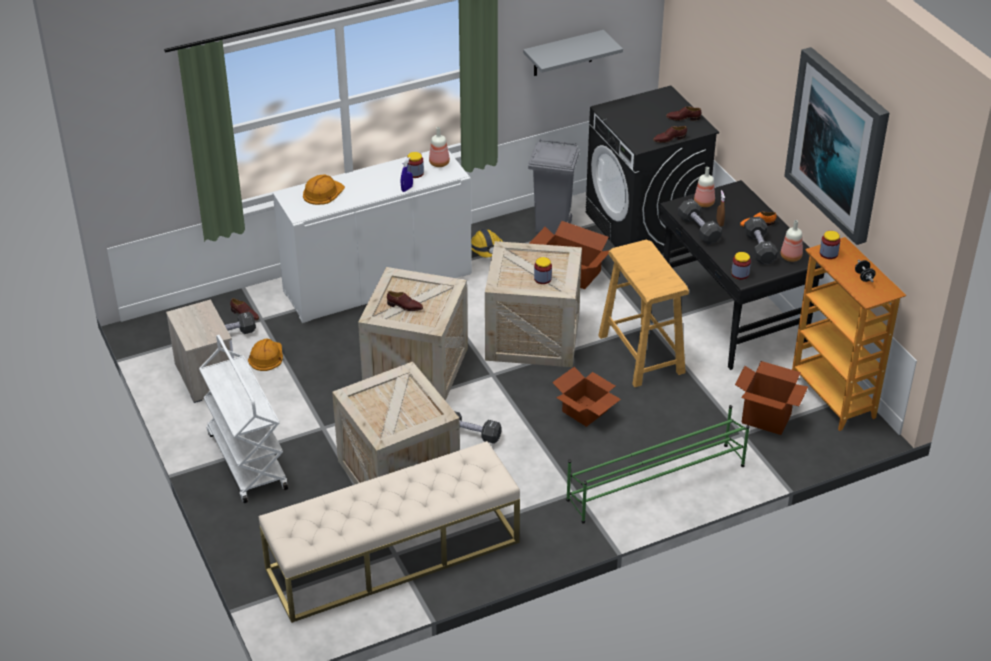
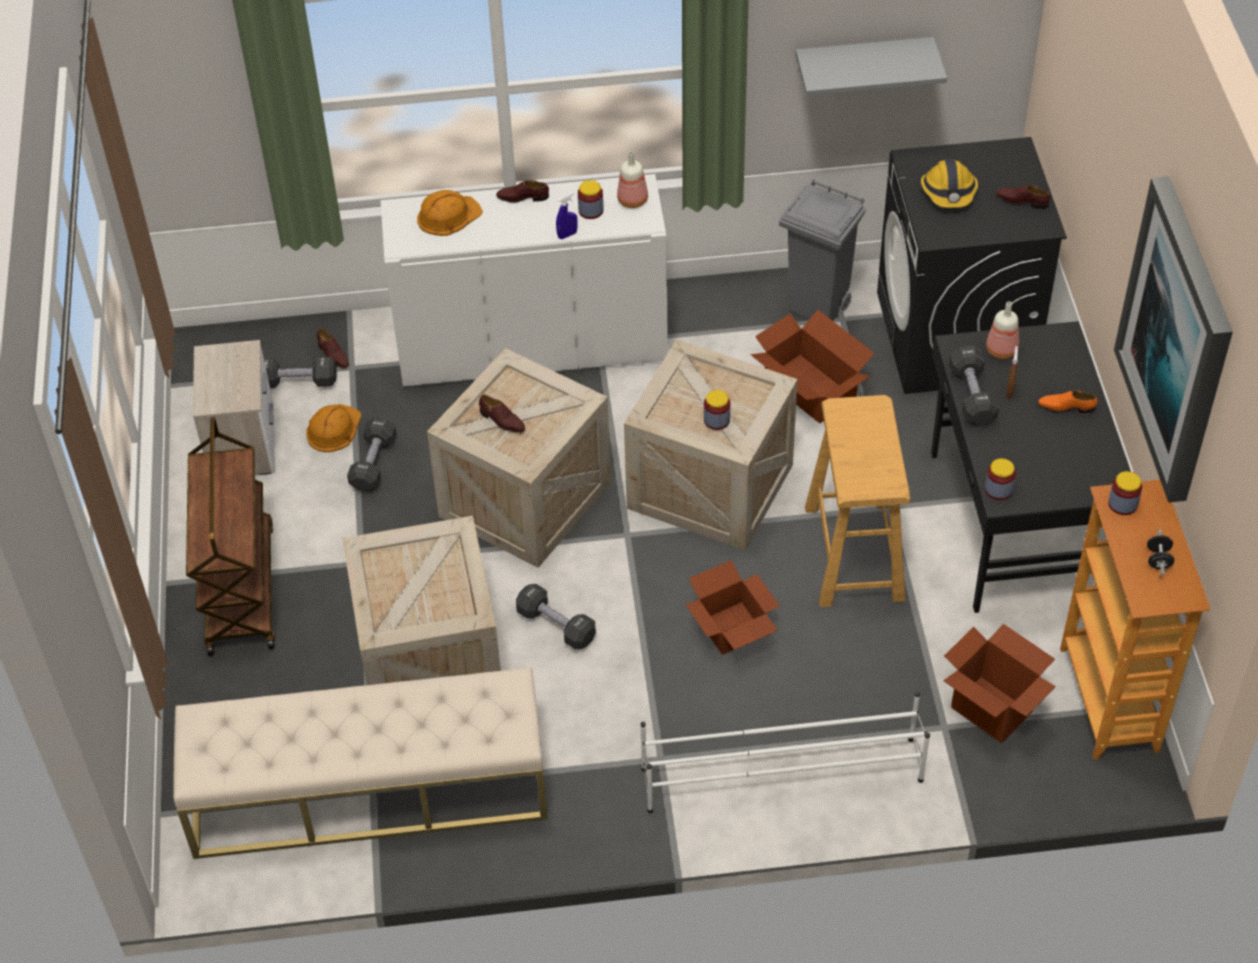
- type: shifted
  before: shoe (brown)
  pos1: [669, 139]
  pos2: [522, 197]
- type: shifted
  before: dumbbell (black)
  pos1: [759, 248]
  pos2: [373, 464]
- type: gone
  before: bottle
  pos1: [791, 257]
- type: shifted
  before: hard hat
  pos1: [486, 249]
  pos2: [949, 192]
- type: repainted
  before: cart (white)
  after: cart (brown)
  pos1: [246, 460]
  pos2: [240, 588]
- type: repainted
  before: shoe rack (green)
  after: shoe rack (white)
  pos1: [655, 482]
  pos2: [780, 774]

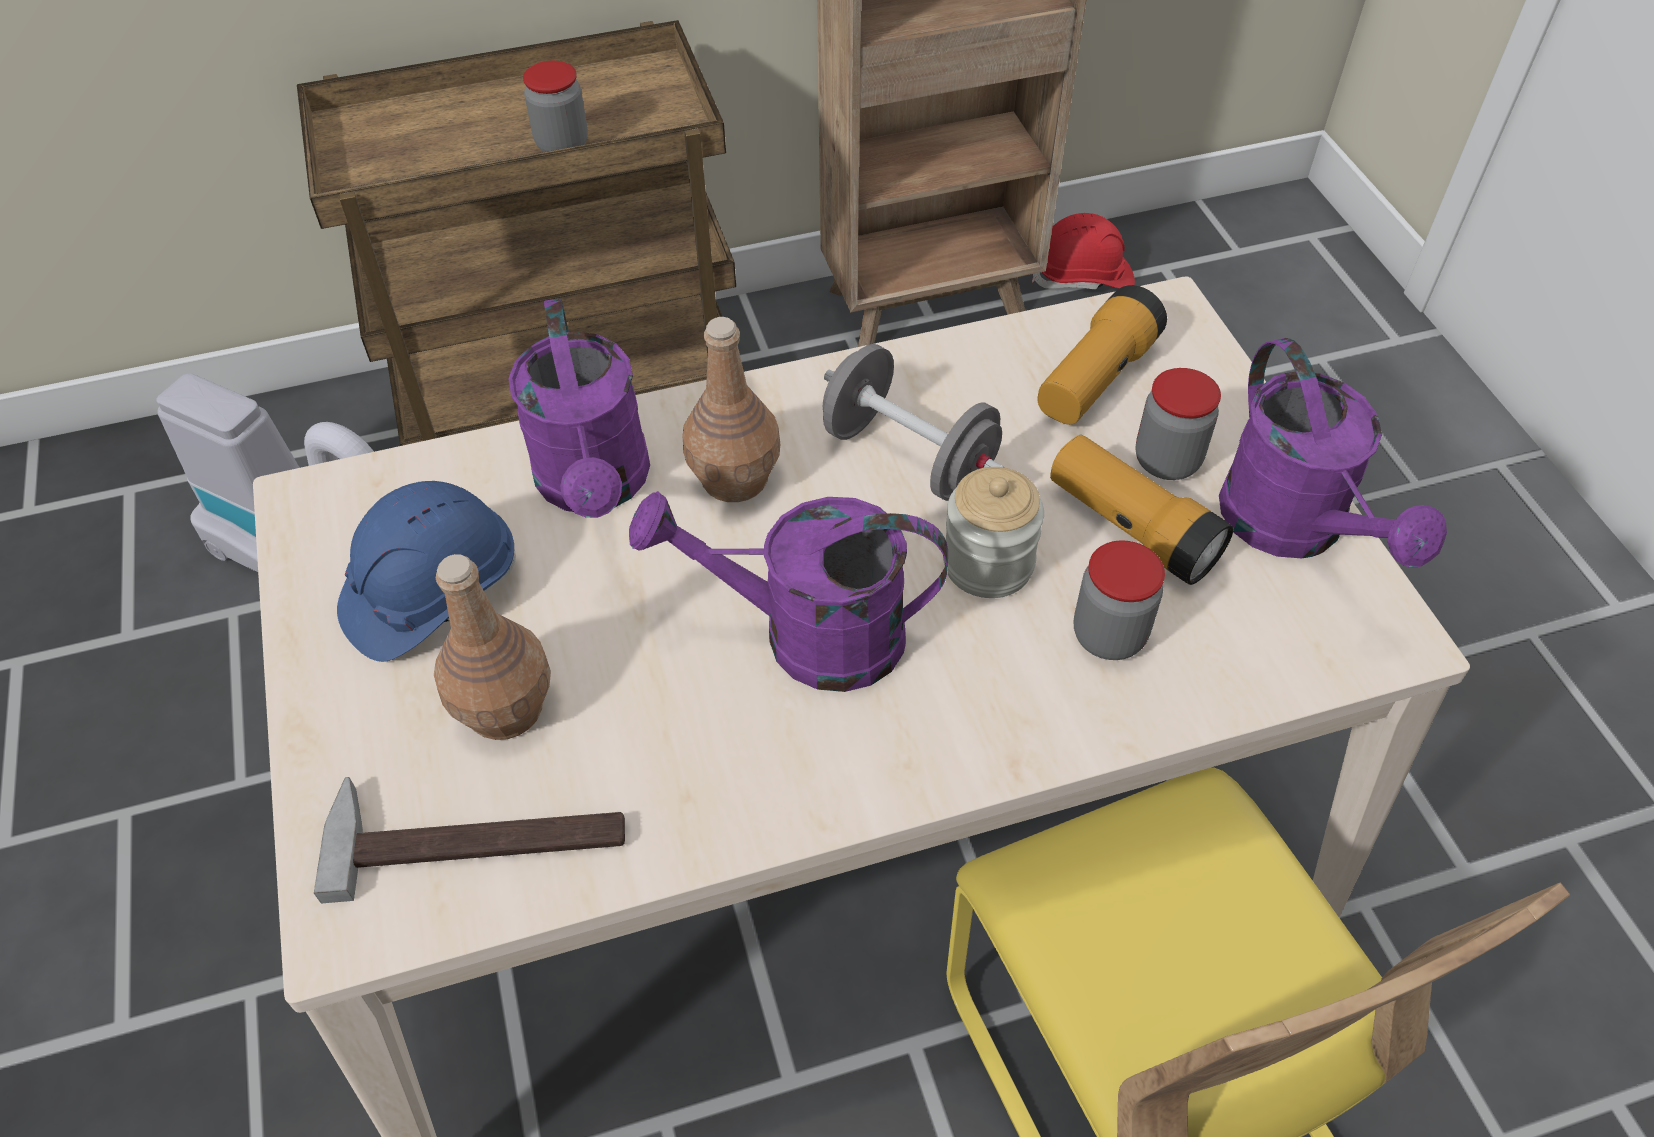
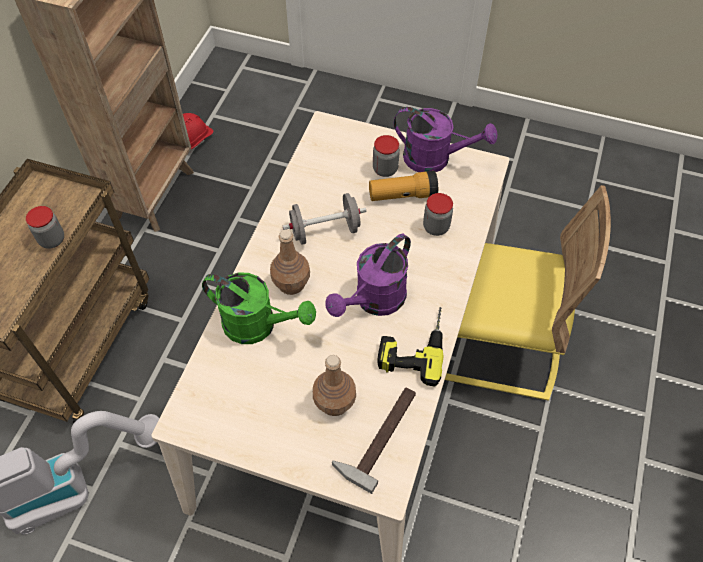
- type: gone
  before: flashlight
  pos1: [1095, 379]
- type: repainted
  before: watering can (purple)
  after: watering can (green)
  pos1: [596, 486]
  pos2: [258, 325]
- type: gone
  before: jar
  pos1: [988, 564]
- type: gone
  before: hard hat (blue)
  pos1: [431, 592]
- type: new
  after: power drill
  pos2: [412, 345]

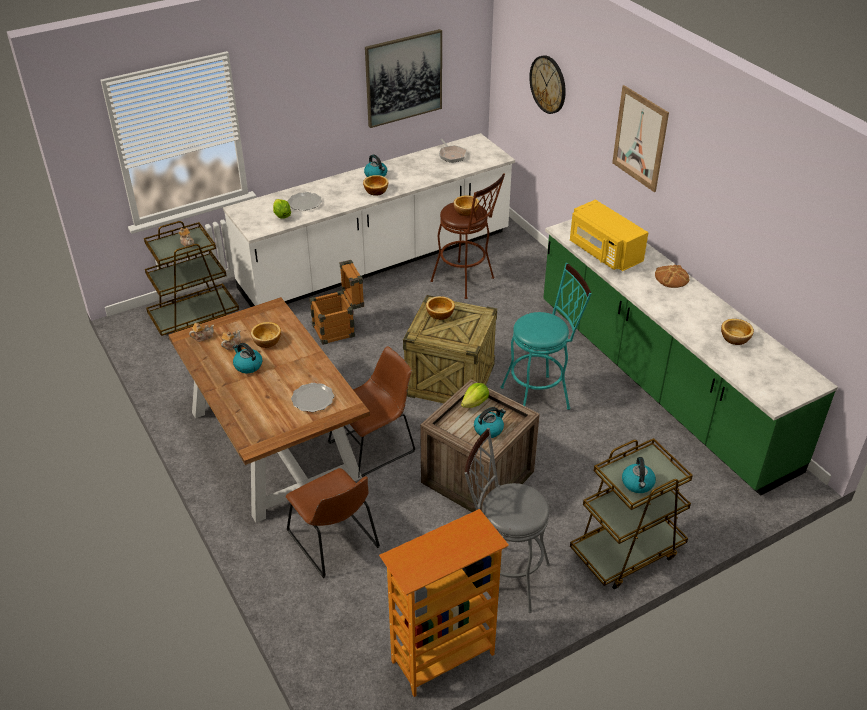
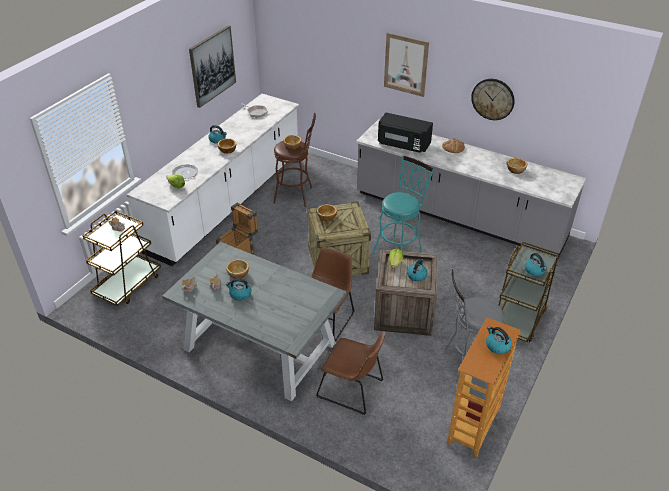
- type: shifted
  before: wall clock
  pos1: [548, 84]
  pos2: [493, 99]
- type: repainted
  before: microwave (yellow)
  after: microwave (black)
  pos1: [604, 252]
  pos2: [403, 144]
- type: repainted
  before: counter (green)
  after: counter (grey)
  pos1: [660, 383]
  pos2: [458, 216]
- type: repainted
  before: dining table (brown)
  after: dining table (grey)
  pos1: [273, 443]
  pos2: [259, 346]
- type: gone
  before: plate
  pos1: [313, 399]
- type: new
  after: kettle
  pos2: [497, 346]

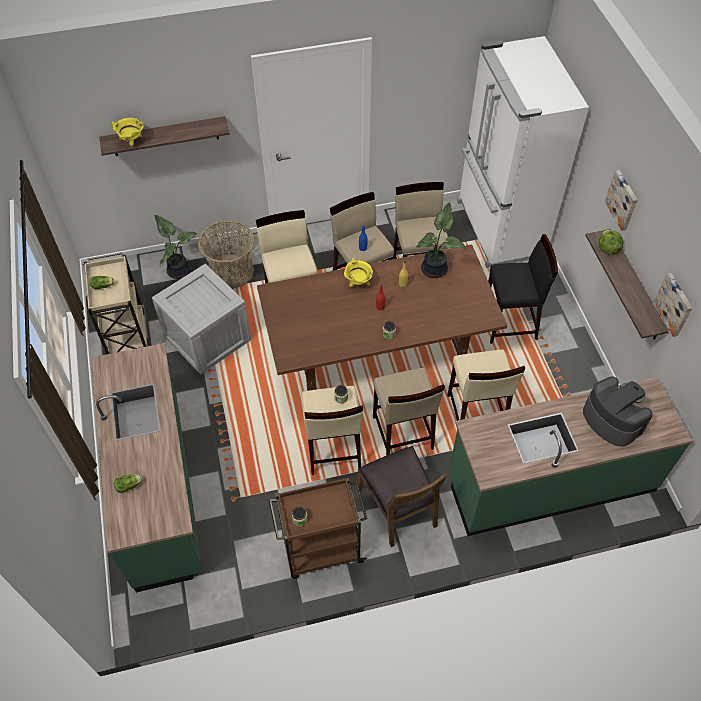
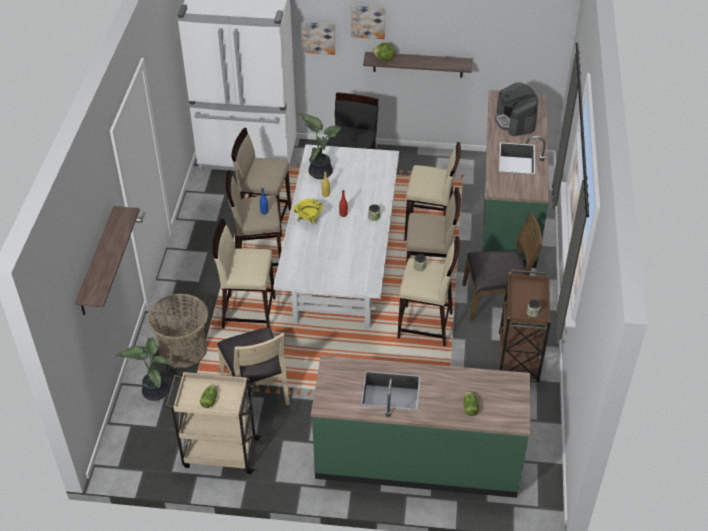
- type: gone
  before: cooking pot (yellow)
  pos1: [132, 142]
- type: repainted
  before: dining table (brown)
  after: dining table (white)
  pos1: [378, 353]
  pos2: [340, 270]
- type: swapped
  before: crate
  after: chair (beige)
  pos1: [206, 337]
  pos2: [256, 387]
- type: shifted
  before: picture
  pos1: [674, 304]
  pos2: [318, 37]
- type: rotated
  before: coffee machine
  pos1: [612, 419]
  pos2: [515, 121]
  turn: -90

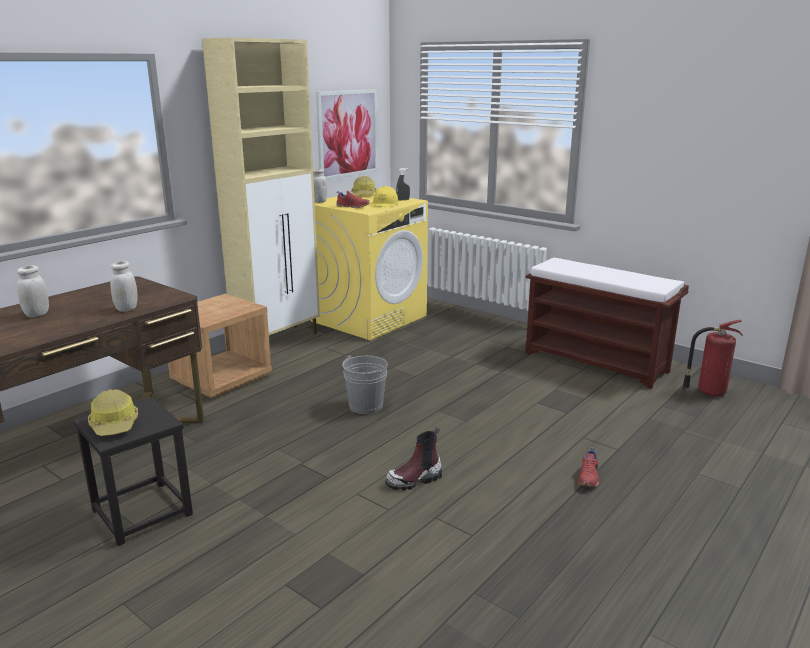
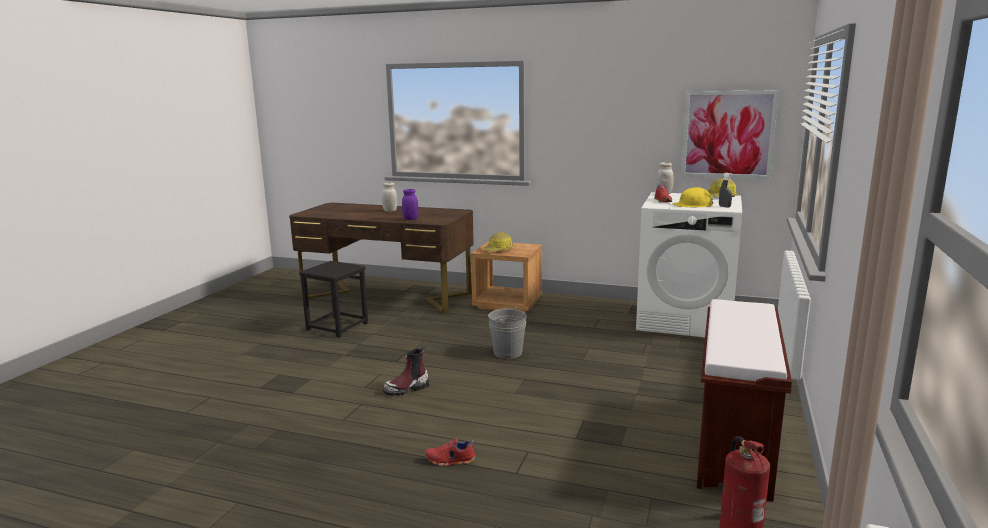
- type: gone
  before: cabinet (beige)
  pos1: [278, 340]
- type: repainted
  before: washing machine (yellow)
  after: washing machine (white)
  pos1: [369, 318]
  pos2: [686, 320]
- type: repainted
  before: jar (white)
  after: jar (purple)
  pos1: [127, 309]
  pos2: [410, 219]
- type: shifted
  before: hard hat
  pos1: [115, 425]
  pos2: [498, 250]
- type: rotated
  before: boot
  pos1: [414, 480]
  pos2: [407, 388]
  turn: -75

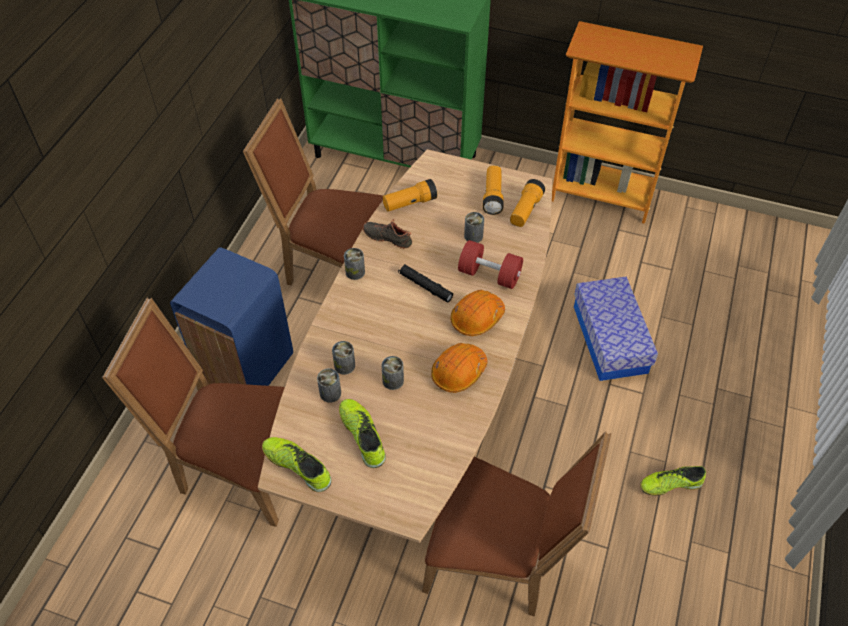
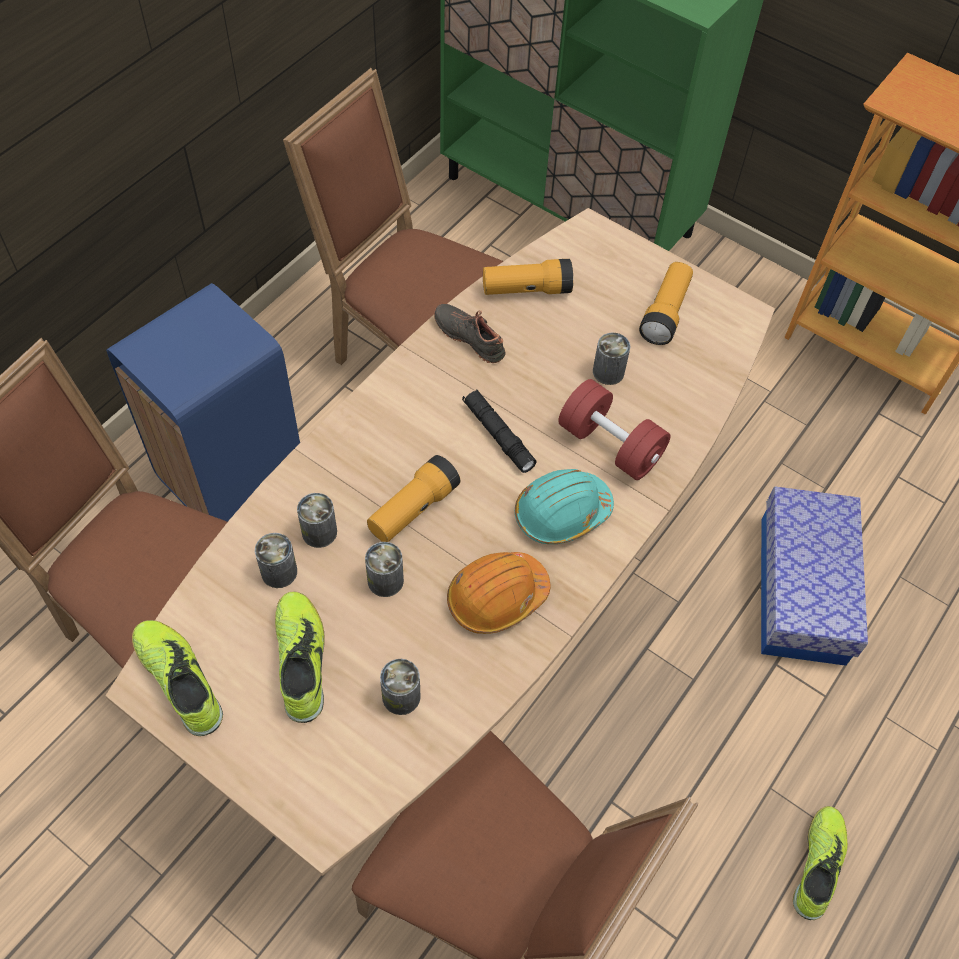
- type: shifted
  before: flashlight
  pos1: [525, 210]
  pos2: [413, 509]
- type: shifted
  before: can
  pos1: [355, 272]
  pos2: [401, 696]
- type: repainted
  before: hard hat (orange)
  after: hard hat (turquoise)
  pos1: [477, 318]
  pos2: [561, 513]
- type: rotated
  before: shoe
  pos1: [670, 484]
  pos2: [818, 865]
  turn: 105

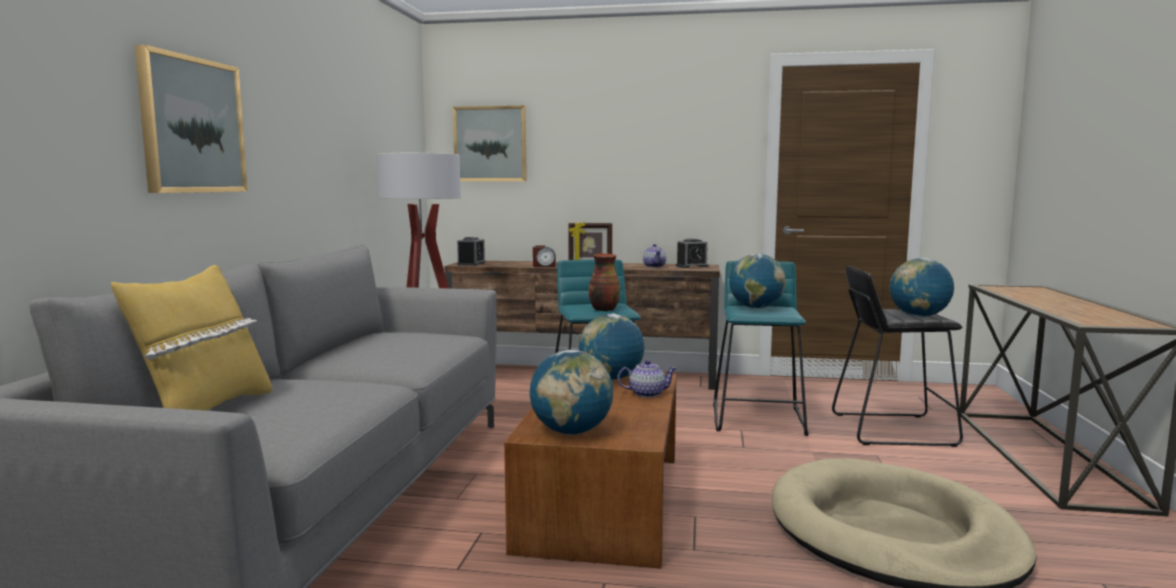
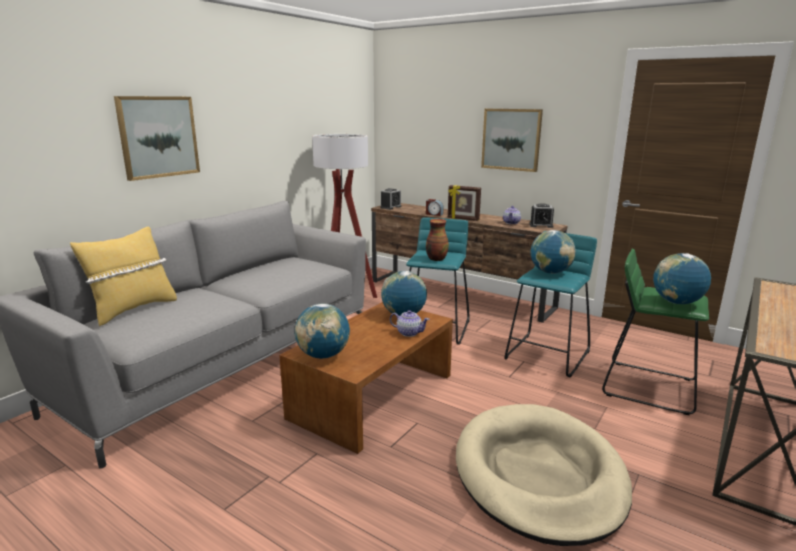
- type: shifted
  before: picture
  pos1: [490, 144]
  pos2: [511, 139]
- type: repainted
  before: stool (black)
  after: stool (green)
  pos1: [892, 429]
  pos2: [648, 386]

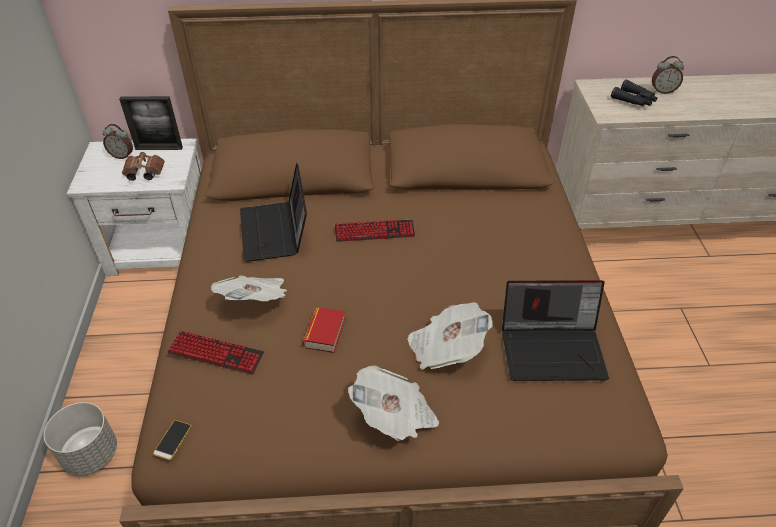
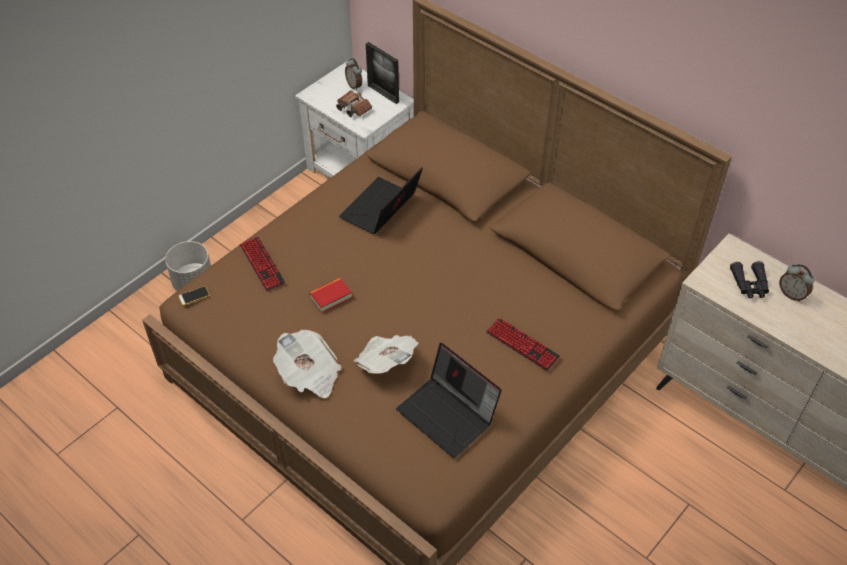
- type: shifted
  before: keyboard
  pos1: [374, 232]
  pos2: [522, 345]
- type: gone
  before: newspaper
  pos1: [255, 301]

